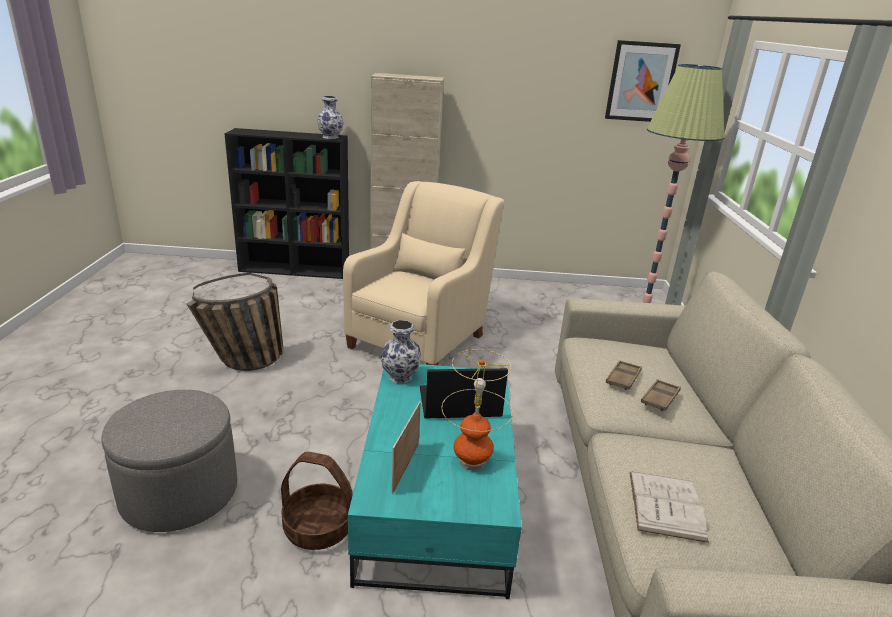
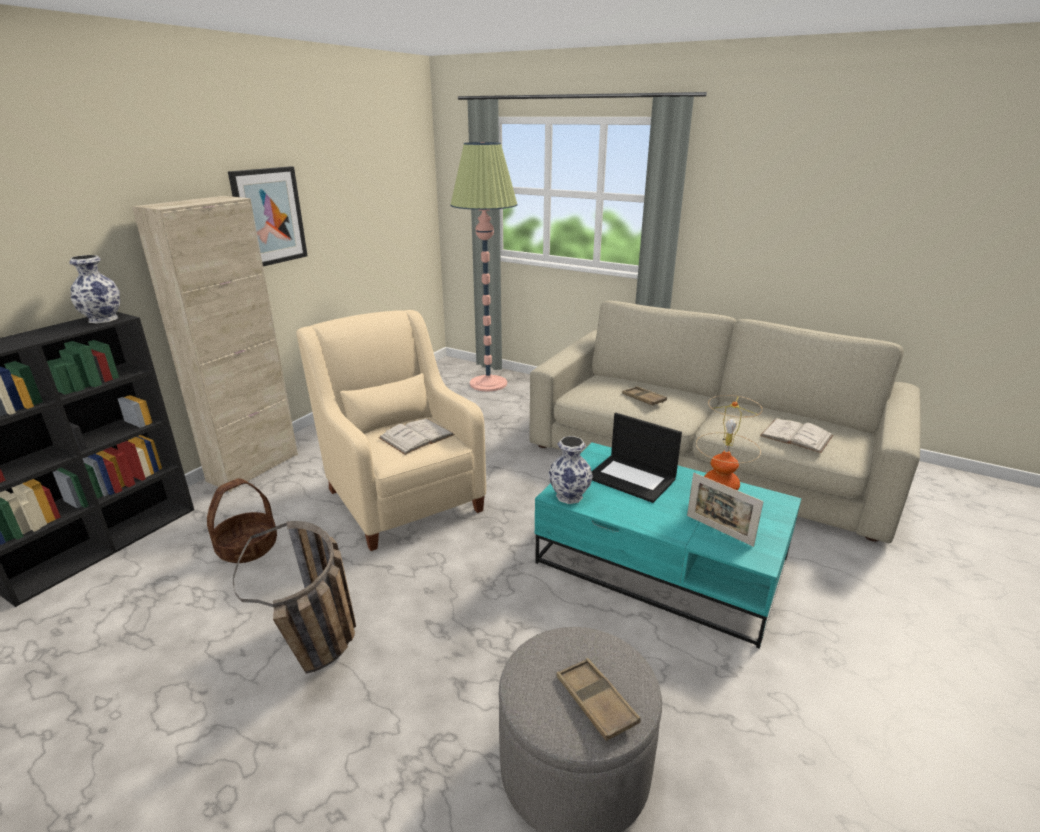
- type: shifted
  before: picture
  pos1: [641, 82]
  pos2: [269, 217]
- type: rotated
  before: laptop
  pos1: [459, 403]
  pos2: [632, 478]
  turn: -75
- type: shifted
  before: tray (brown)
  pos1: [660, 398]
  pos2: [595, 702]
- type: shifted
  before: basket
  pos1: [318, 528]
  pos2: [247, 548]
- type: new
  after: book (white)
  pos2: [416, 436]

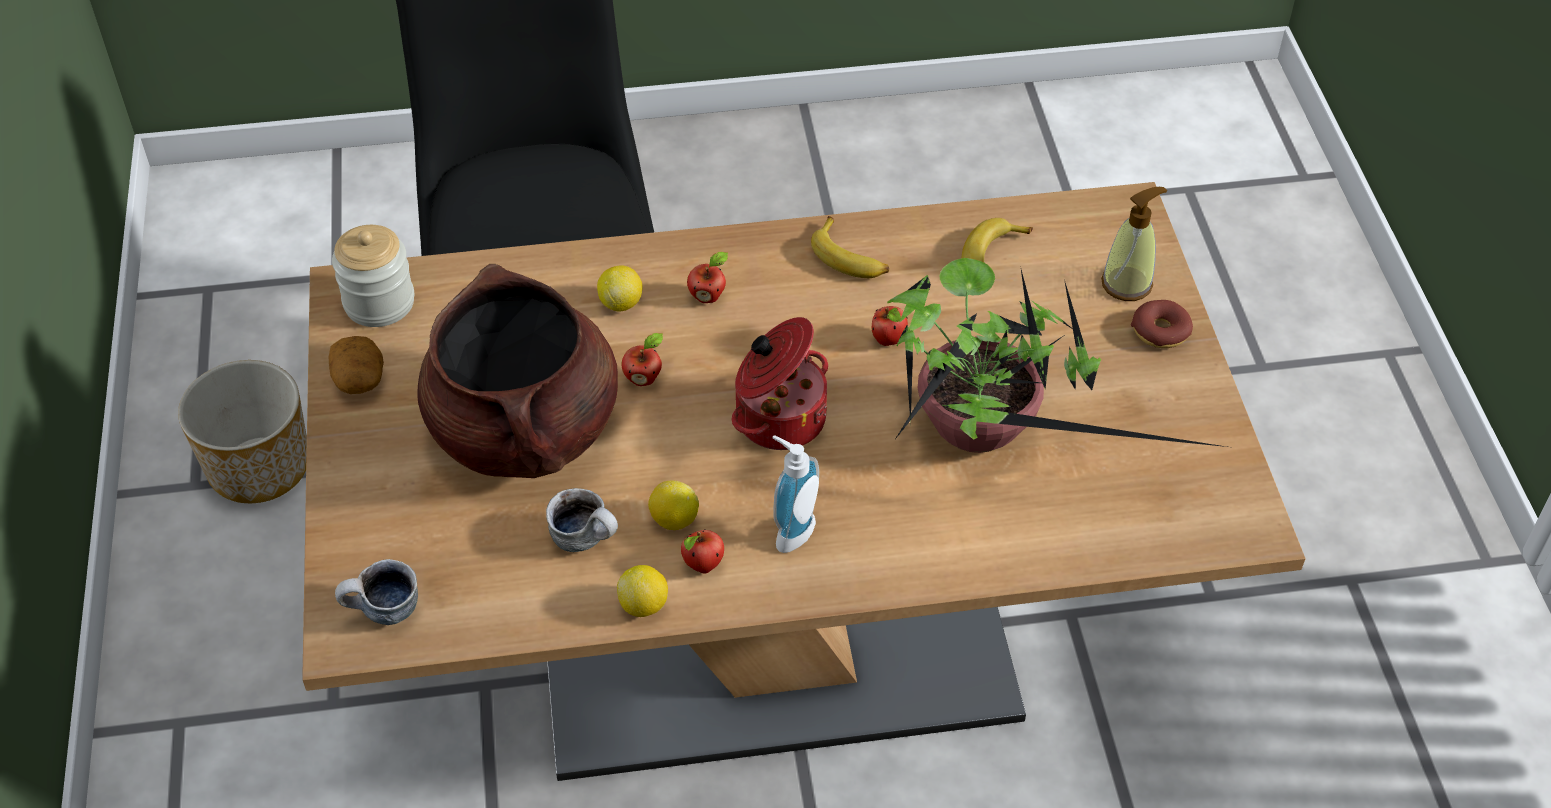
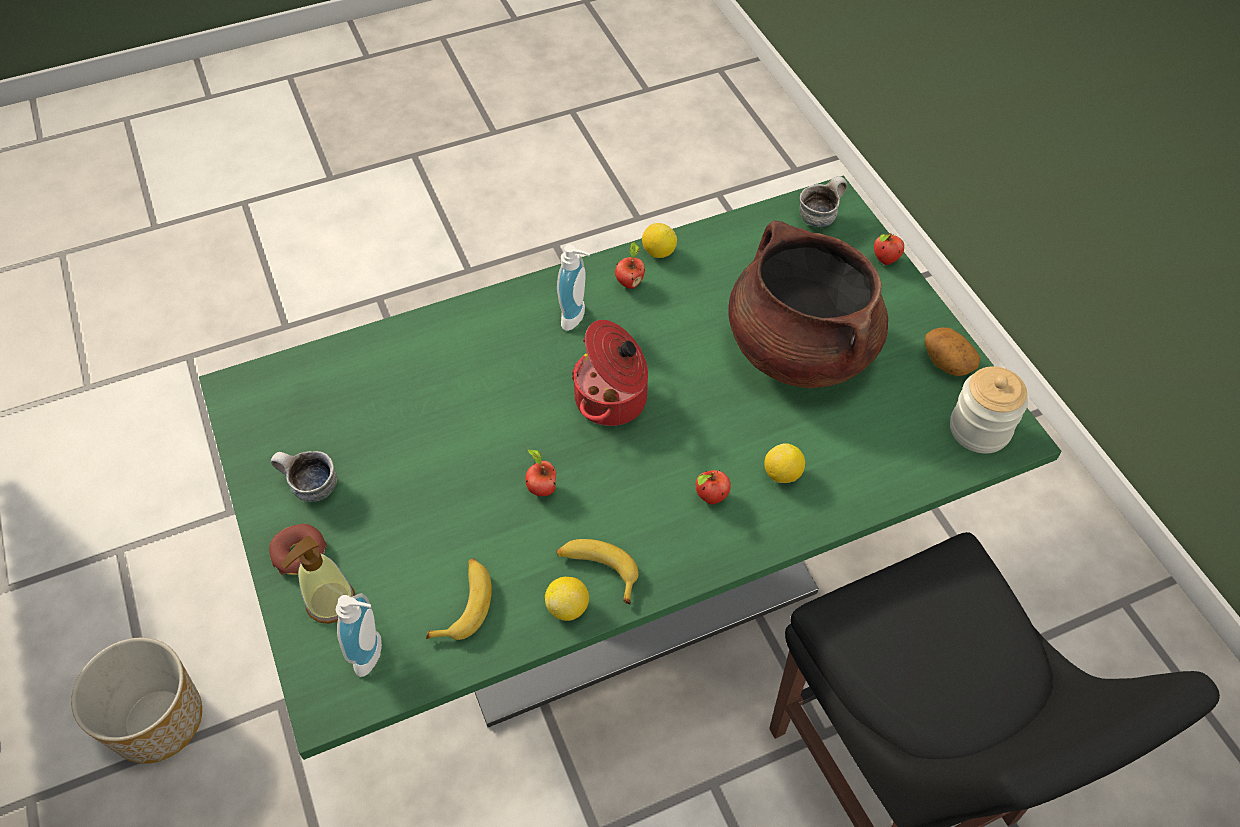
- type: repainted
  before: dining table (brown)
  after: dining table (green)
  pos1: [775, 644]
  pos2: [619, 577]
- type: gone
  before: potted plant
  pos1: [983, 432]
- type: shifted
  before: apple
  pos1: [644, 378]
  pos2: [885, 261]
- type: shifted
  before: planter
  pos1: [258, 468]
  pos2: [158, 719]
- type: shifted
  before: lemon
  pos1: [674, 520]
  pos2: [568, 607]
- type: shifted
  before: mug
  pos1: [587, 539]
  pos2: [309, 488]
- type: new
  after: soap dispenser
  pos2: [373, 655]

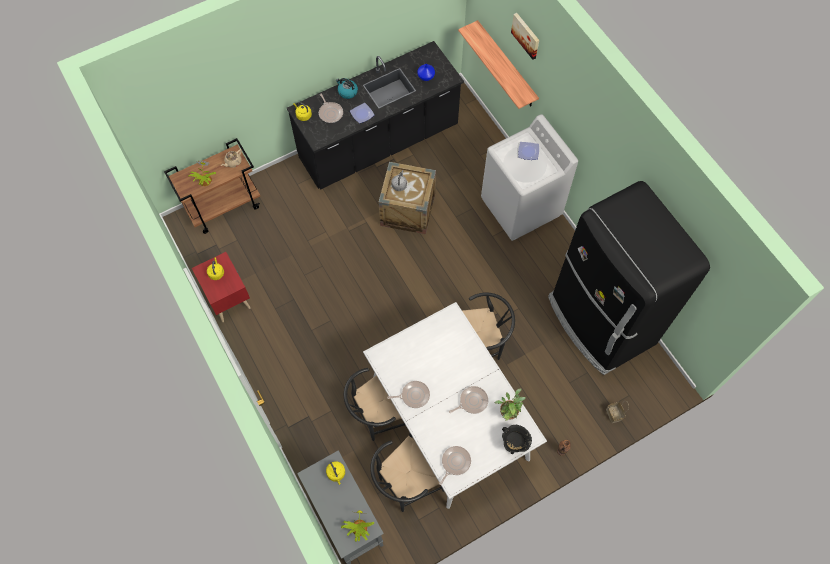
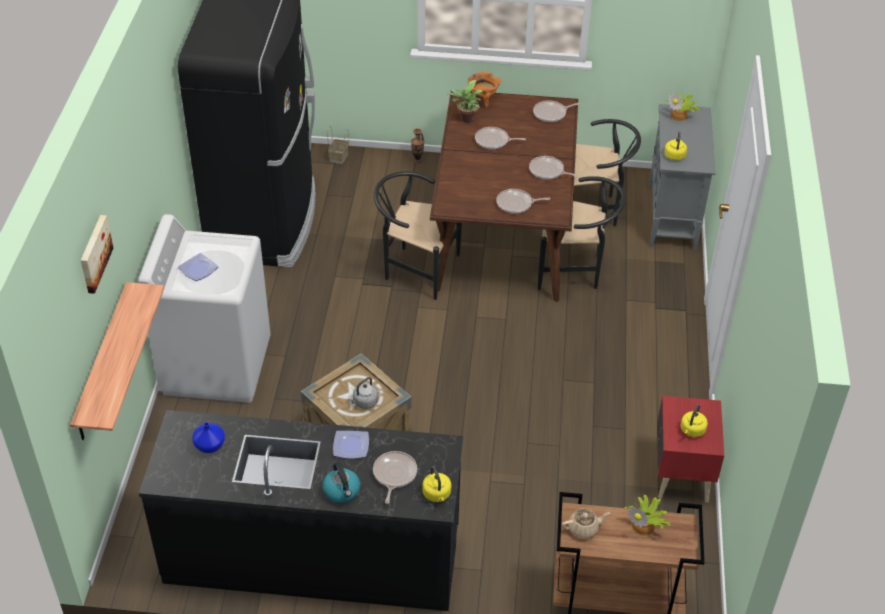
- type: repainted
  before: dining table (white)
  after: dining table (brown)
  pos1: [448, 418]
  pos2: [503, 232]
- type: repainted
  before: cooking pot (black)
  after: cooking pot (orange)
  pos1: [514, 443]
  pos2: [483, 100]
- type: new
  after: frying pan
  pos2: [516, 204]

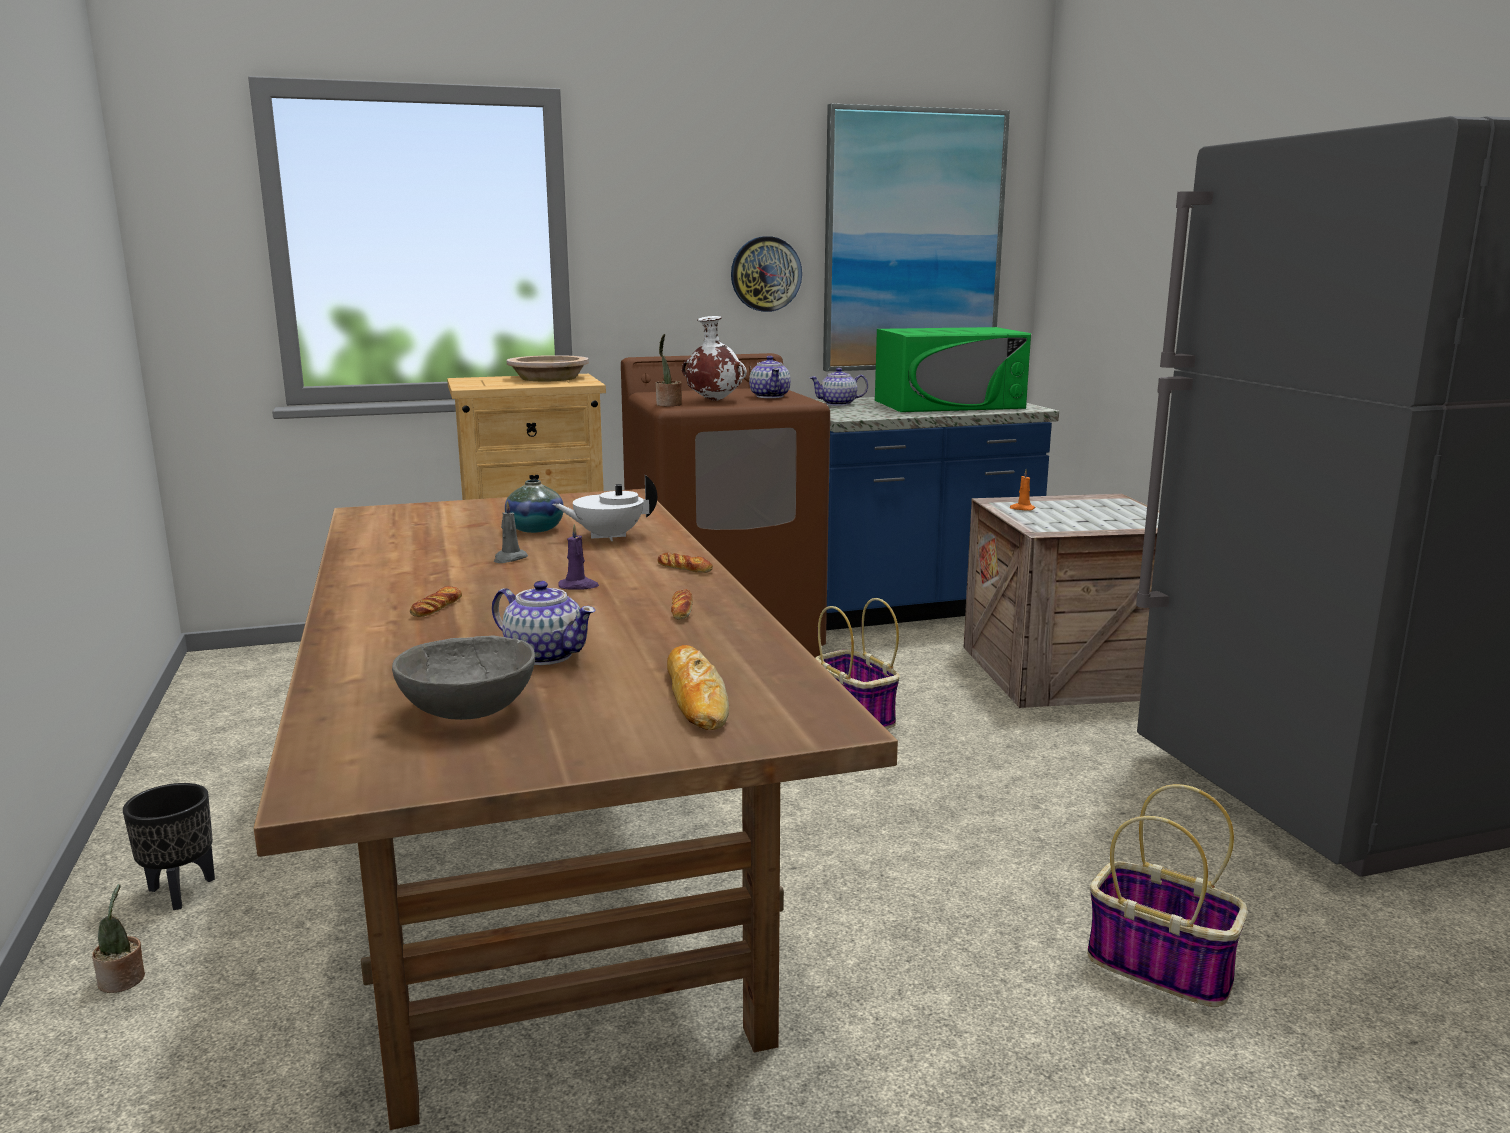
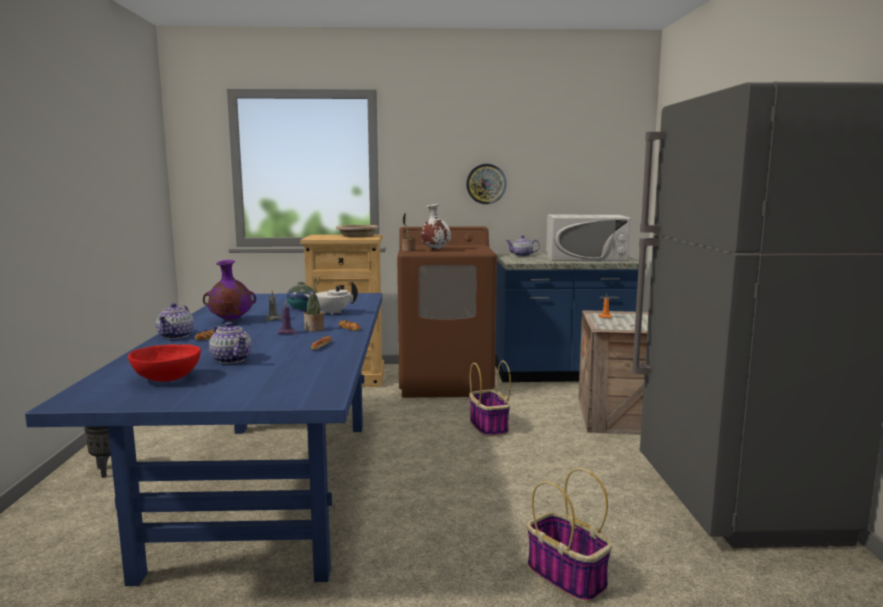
- type: gone
  before: picture
  pos1: [913, 241]
- type: repainted
  before: microwave (green)
  after: microwave (white)
  pos1: [949, 404]
  pos2: [585, 257]
- type: shifted
  before: teapot
  pos1: [770, 396]
  pos2: [176, 336]
- type: repainted
  before: dining table (brown)
  after: dining table (blue)
  pos1: [545, 877]
  pos2: [272, 486]
- type: repainted
  before: bowl (grey)
  after: bowl (red)
  pos1: [466, 712]
  pos2: [166, 379]
- type: gone
  before: bread
  pos1: [696, 696]
- type: shifted
  before: potted plant
  pos1: [123, 981]
  pos2: [315, 329]
- type: new
  after: vase (purple)
  pos2: [230, 321]

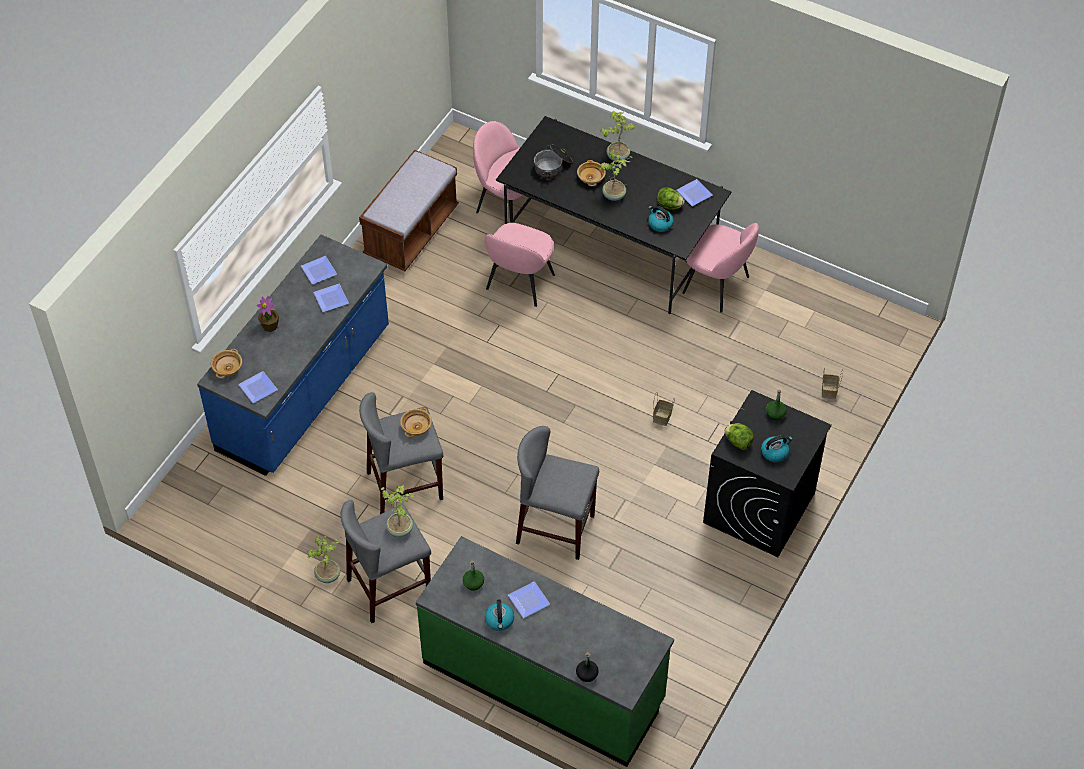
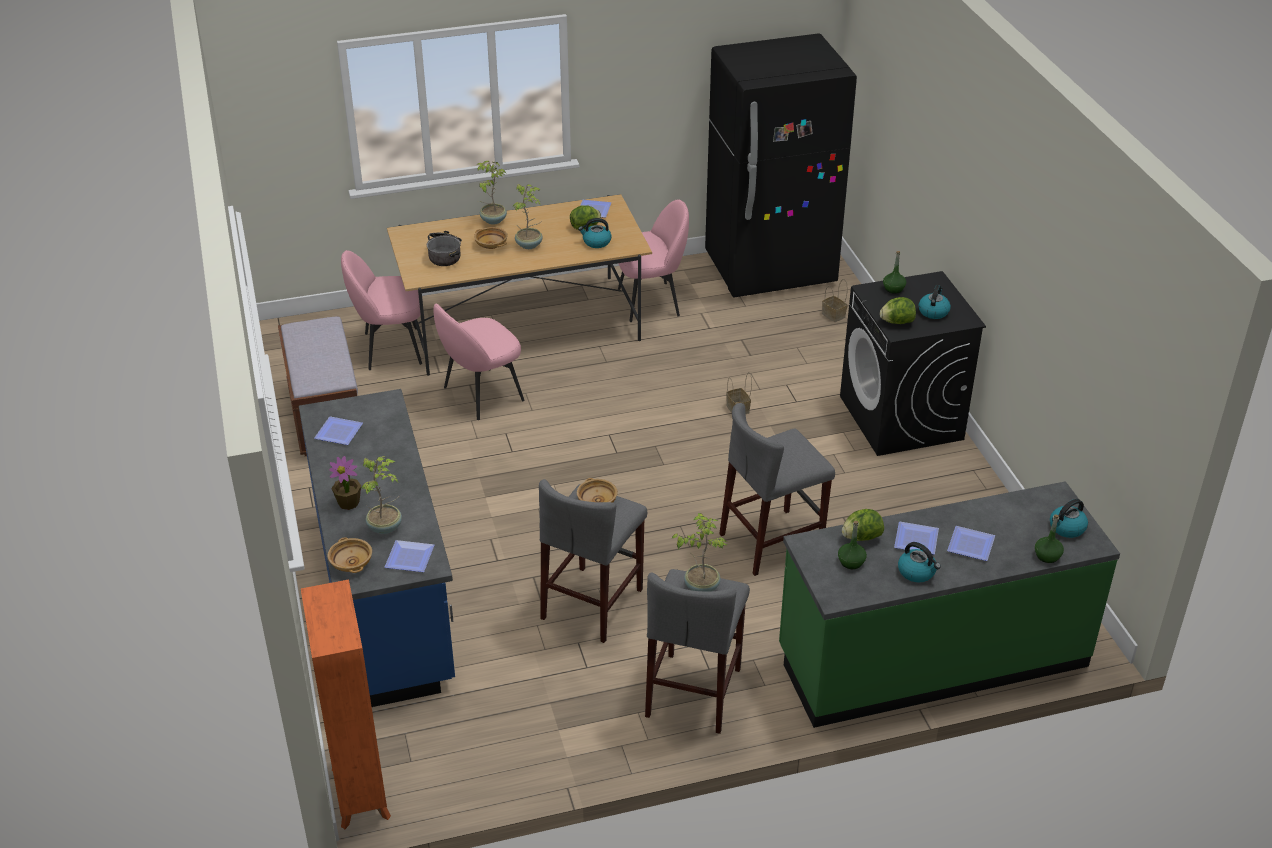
- type: repainted
  before: dining table (black)
  after: dining table (beige)
  pos1: [610, 243]
  pos2: [522, 324]
- type: rotated
  before: chair (pink)
  pos1: [519, 283]
  pos2: [481, 394]
  turn: 75
- type: shifted
  before: plate
  pos1: [329, 298]
  pos2: [969, 546]
- type: shifted
  before: potted plant
  pos1: [328, 576]
  pos2: [385, 527]
- type: repainted
  before: bottle (black)
  after: bottle (green)
  pos1: [587, 674]
  pos2: [1047, 556]
- type: new
  after: fridge (black)
  pos2: [770, 270]
- type: new
  after: kettle
  pos2: [1066, 528]
- type: new
  after: lettuce
  pos2: [861, 537]
- type: new
  after: bookcase (orange)
  pos2: [360, 791]

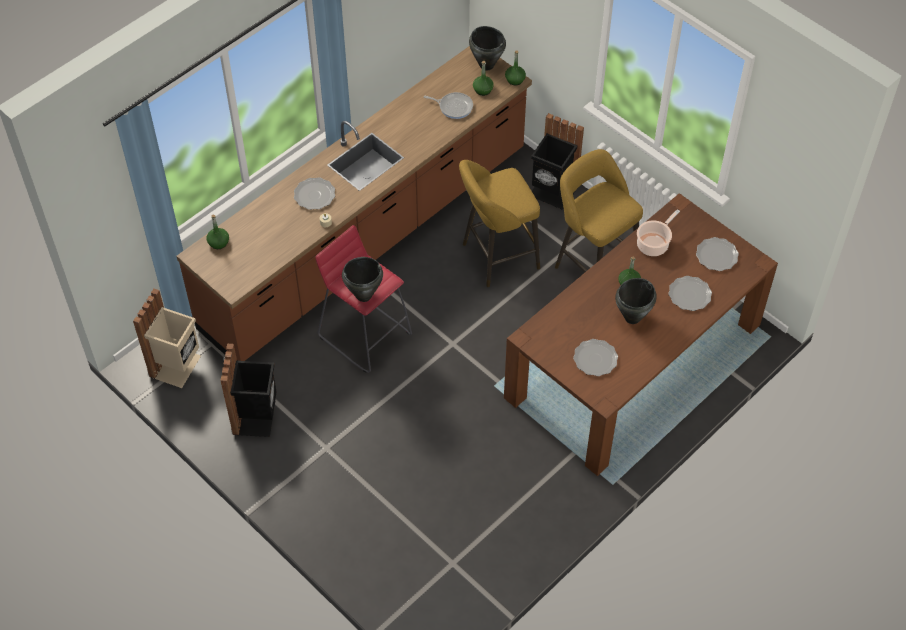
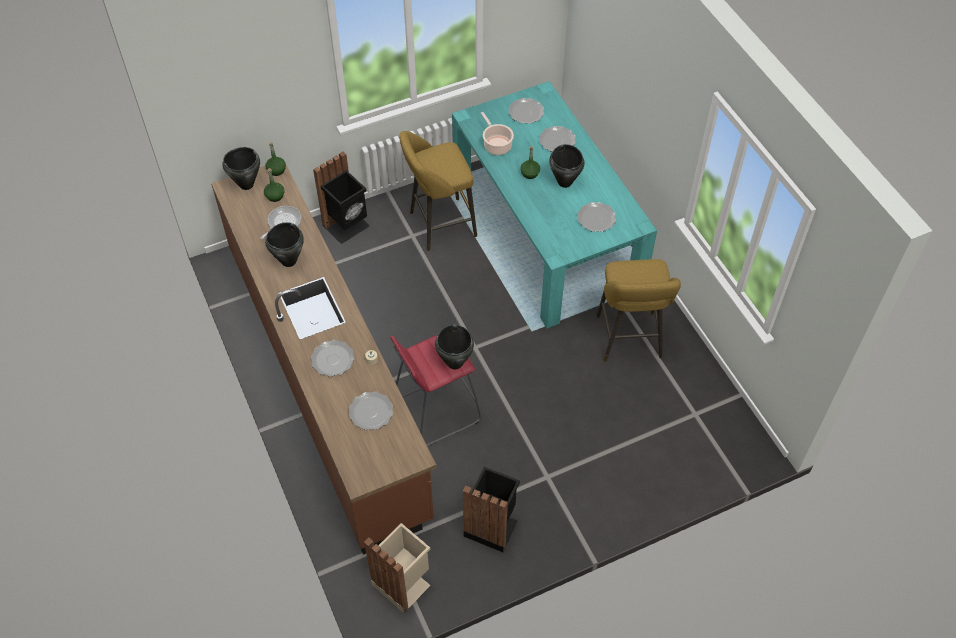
- type: shifted
  before: stool (yellow)
  pos1: [496, 257]
  pos2: [629, 340]
- type: repainted
  before: dining table (brown)
  after: dining table (turquoise)
  pos1: [634, 361]
  pos2: [545, 231]
- type: gone
  before: bottle (green)
  pos1: [218, 242]
- type: new
  after: cooking pot (black)
  pos2: [288, 261]
- type: new
  after: plate
  pos2: [370, 412]

